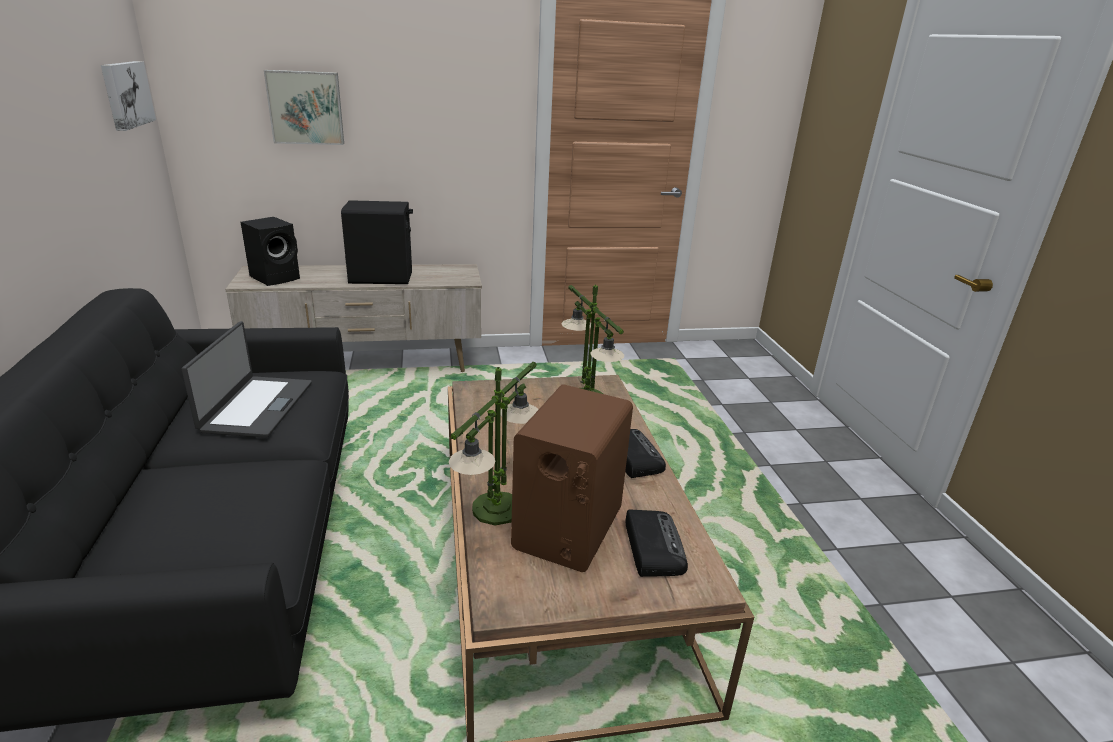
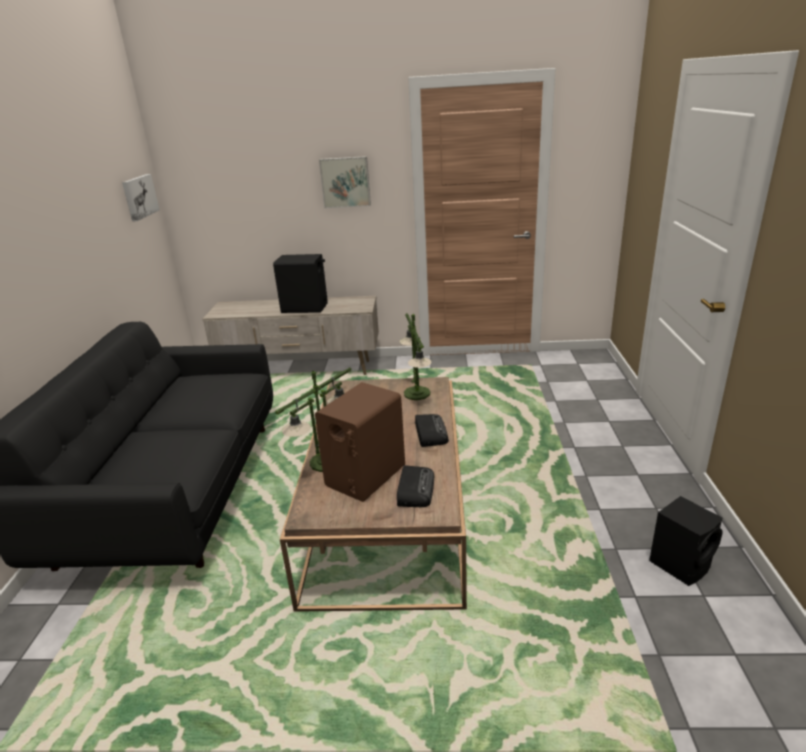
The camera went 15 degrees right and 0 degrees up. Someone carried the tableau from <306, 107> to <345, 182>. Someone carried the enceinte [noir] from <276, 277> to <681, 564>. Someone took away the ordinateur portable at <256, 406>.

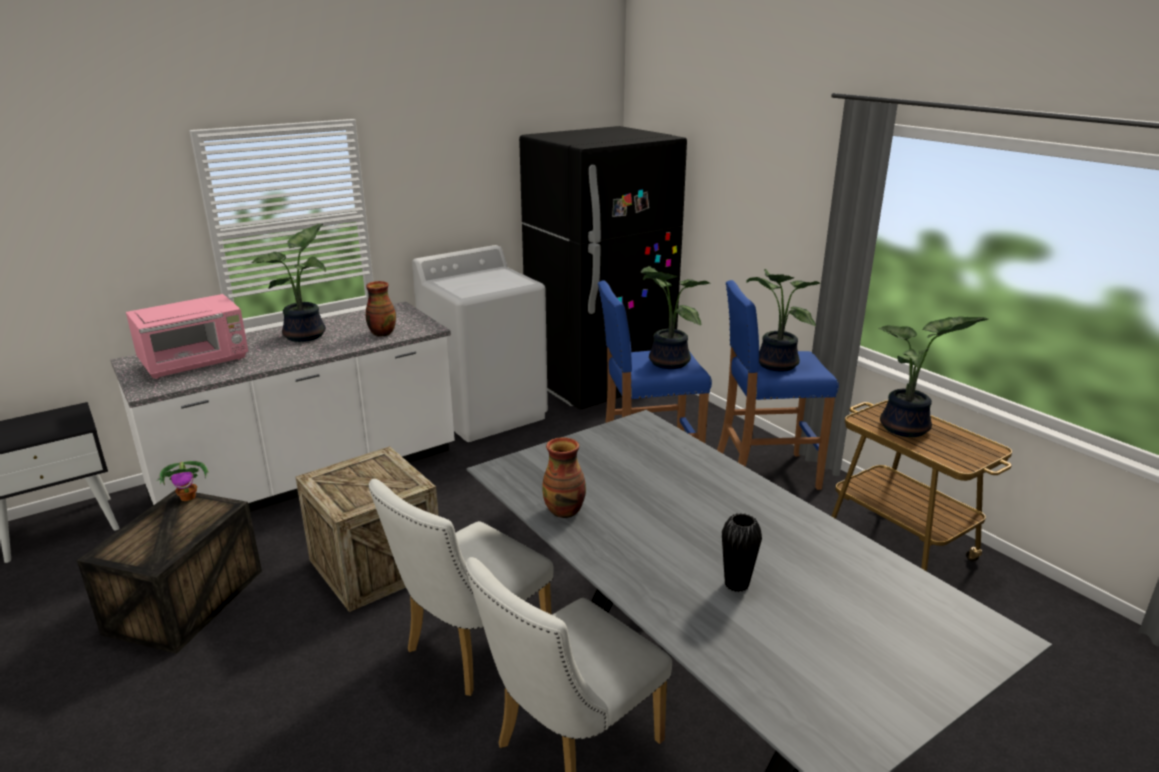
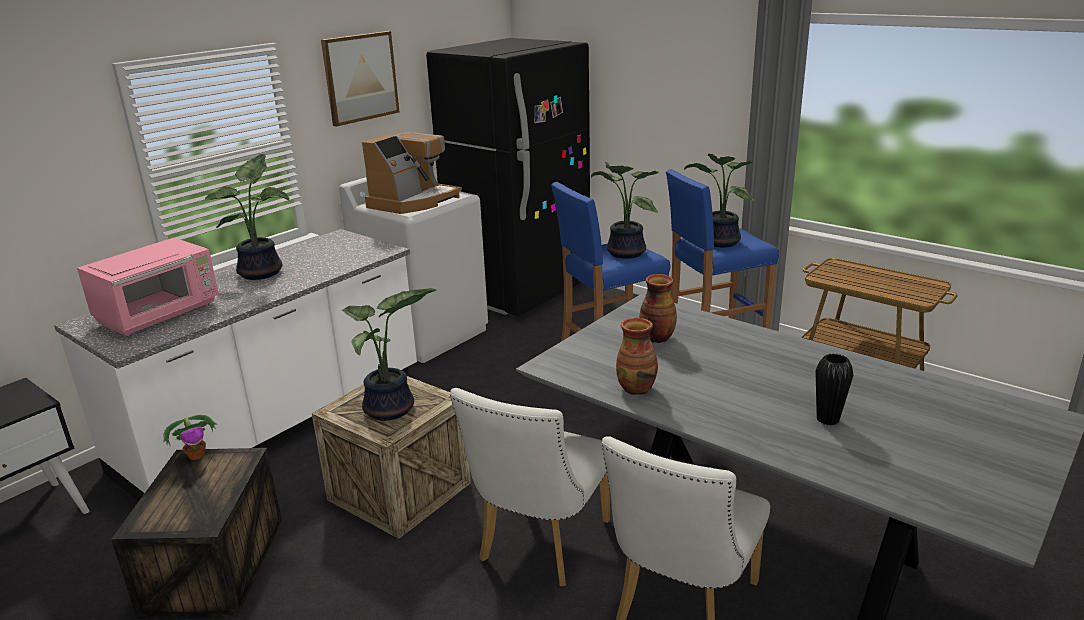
The camera went 15 degrees left and 0 degrees up. Someone put up the tableau at <360, 77>. Someone carried the plante en pot from <907, 429> to <391, 410>. Someone put down the machine à café at <413, 202>. Someone carried the vase from <382, 333> to <656, 338>.

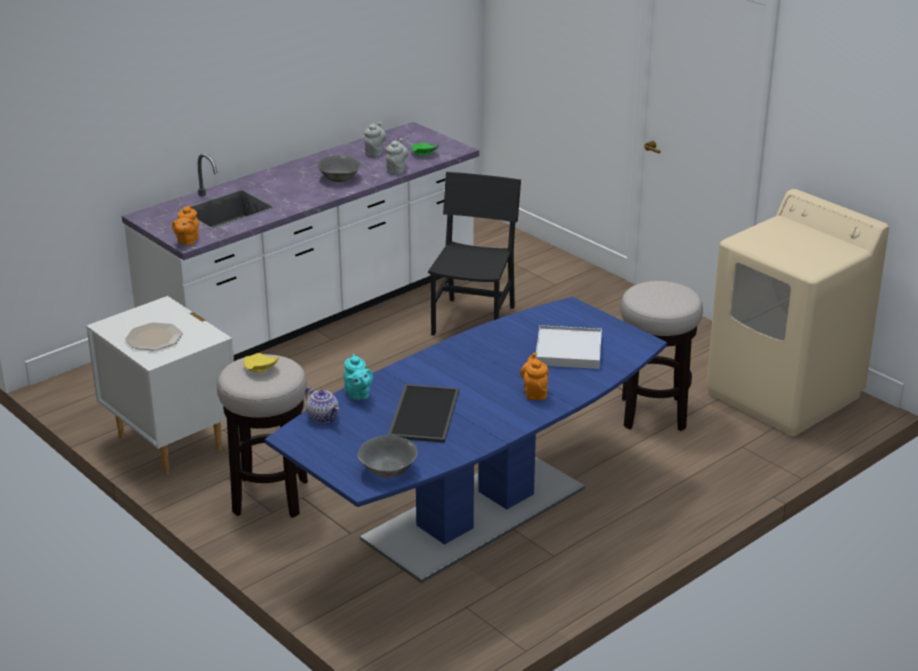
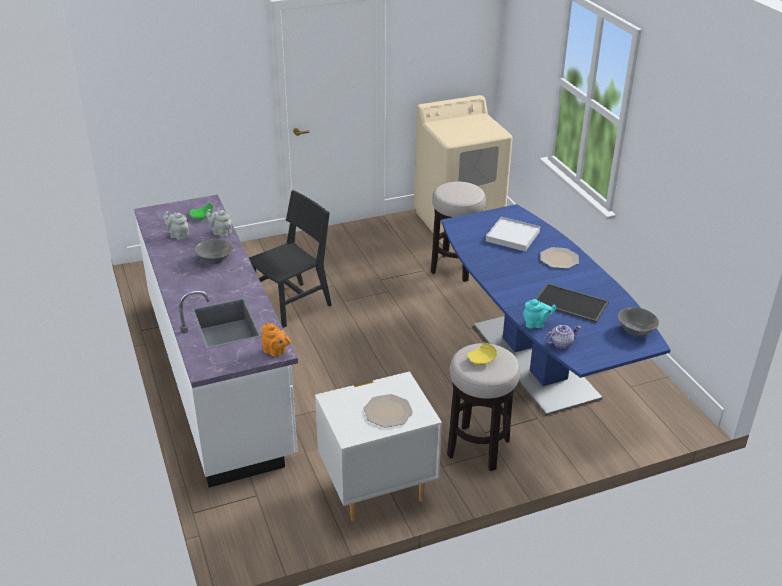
The camera went 70 degrees left and 5 degrees up. Someone rotated the chaise [noir] at <473, 320> by 105 degrees clockwise. Someone swapped the théière [orange] at <534, 393> for the assiette at <559, 259>.

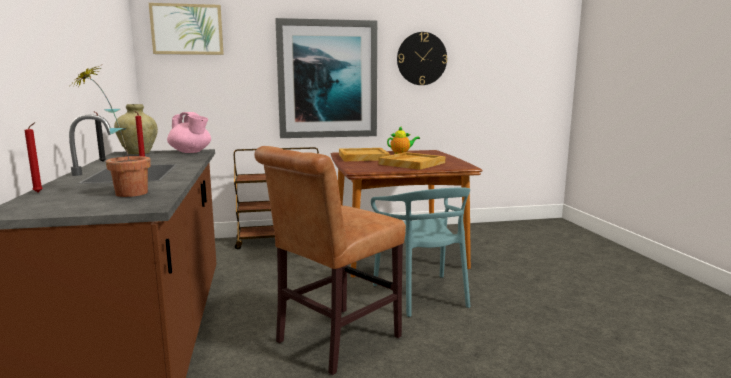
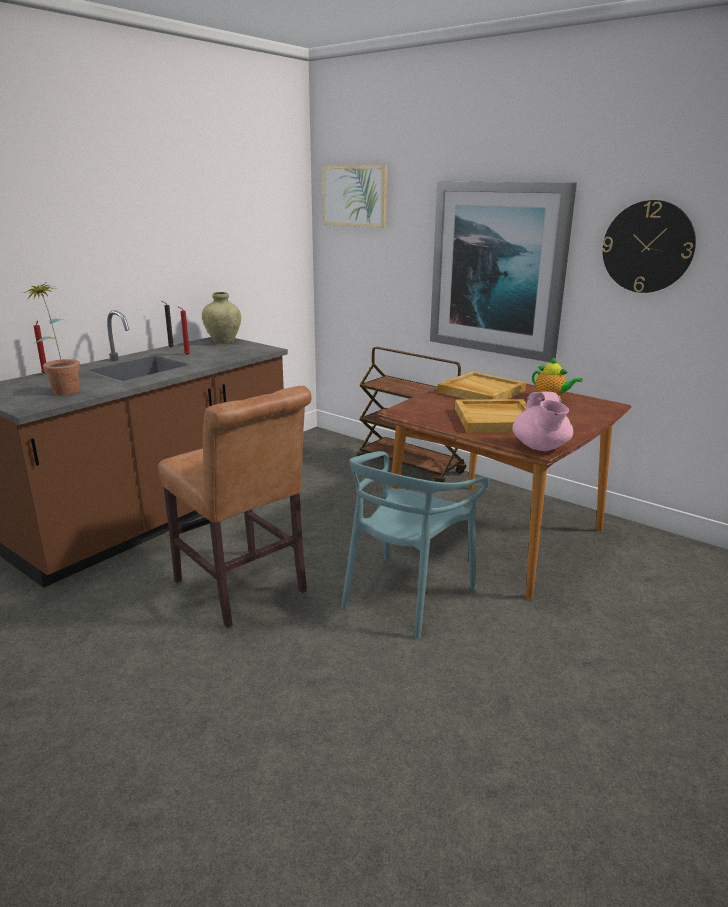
The camera went 50 degrees right and 10 degrees up. Someone rotated the chaise [marron] at <333, 341> by 135 degrees counterclockwise. Someone carried the théière [rose] from <191, 152> to <540, 447>.

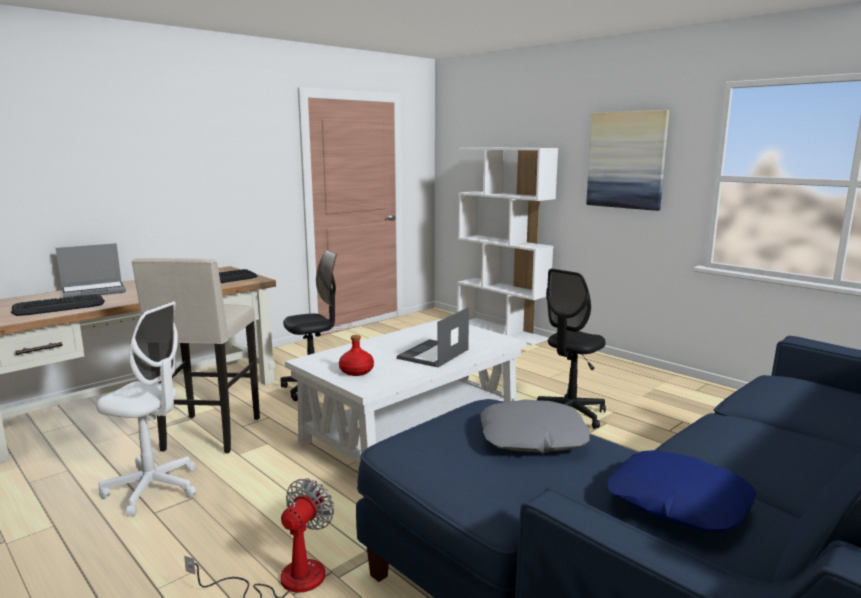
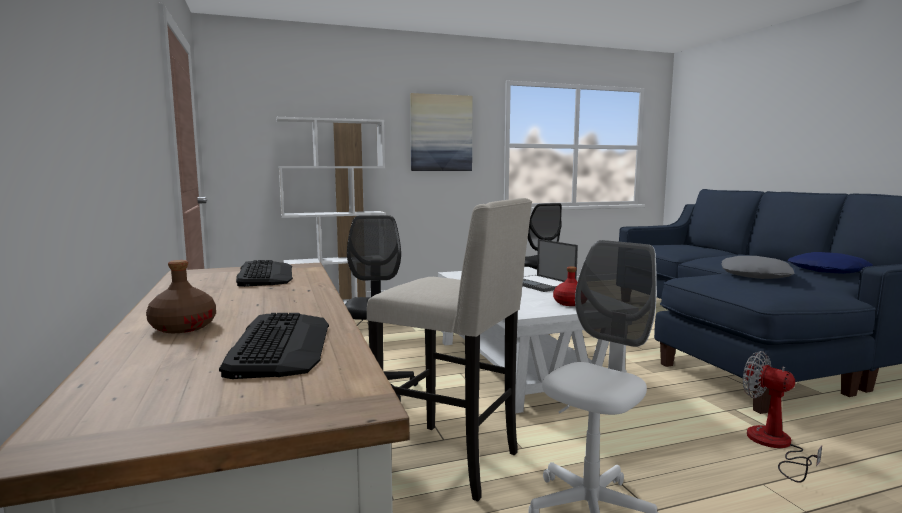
The camera went 65 degrees left and 5 degrees down. Someone swapped the ordinateur portable at <94, 291> for the bouteille [marron] at <183, 327>.

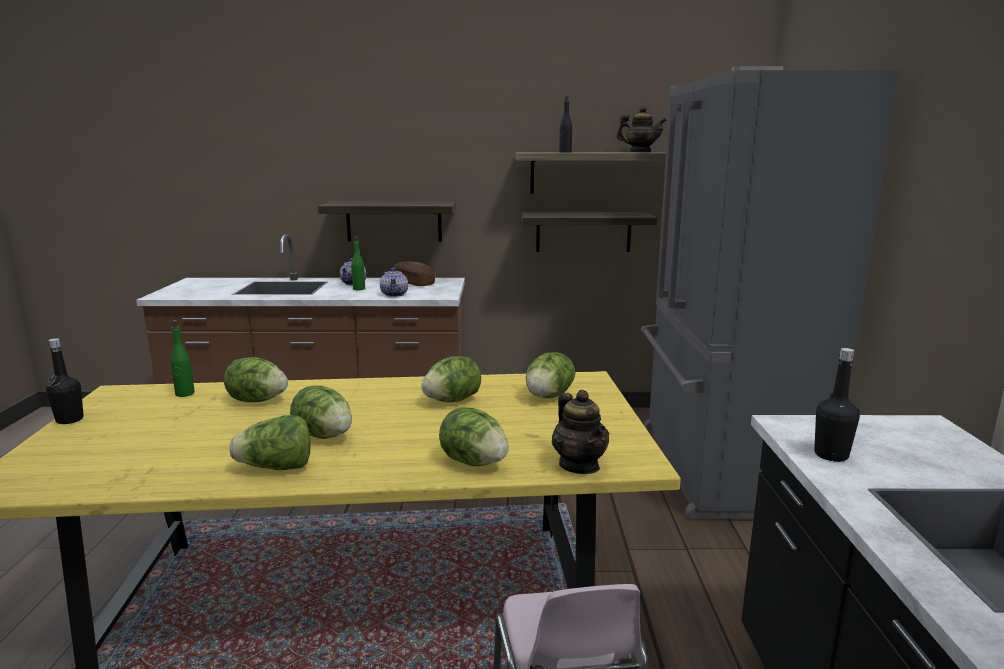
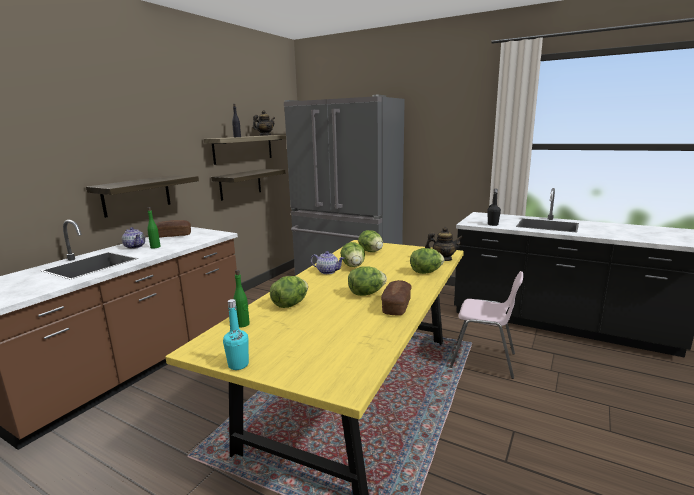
The camera went 60 degrees left and 0 degrees up. Someone repainted the bouteille [noir] at <69, 420>, which became the bouteille [turquoise] at <238, 365>. Someone carried the théière from <394, 294> to <327, 271>. Someone swapped the laitue at <276, 468> for the pain at <396, 306>.

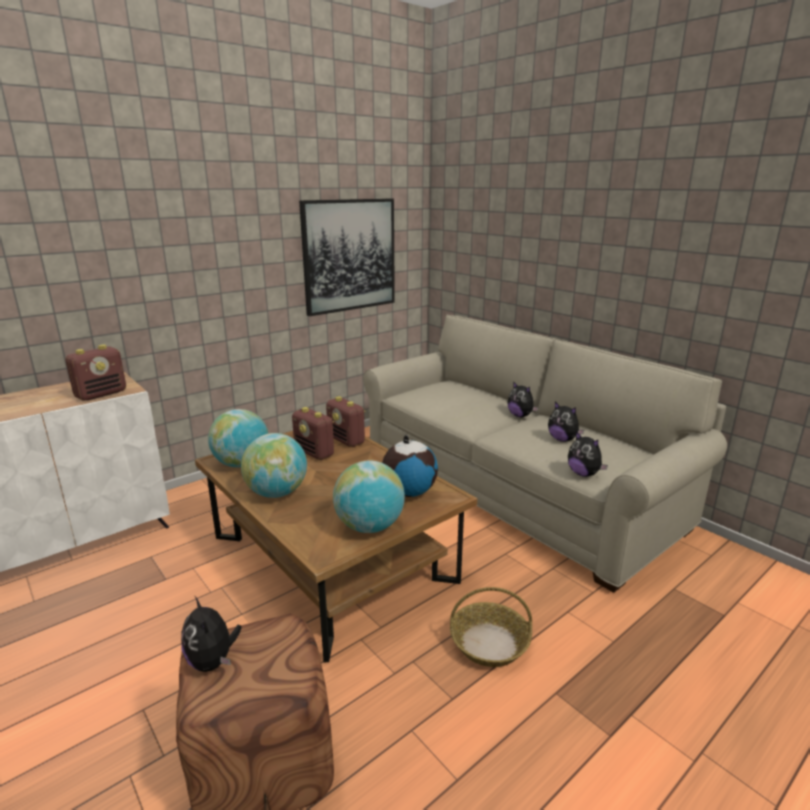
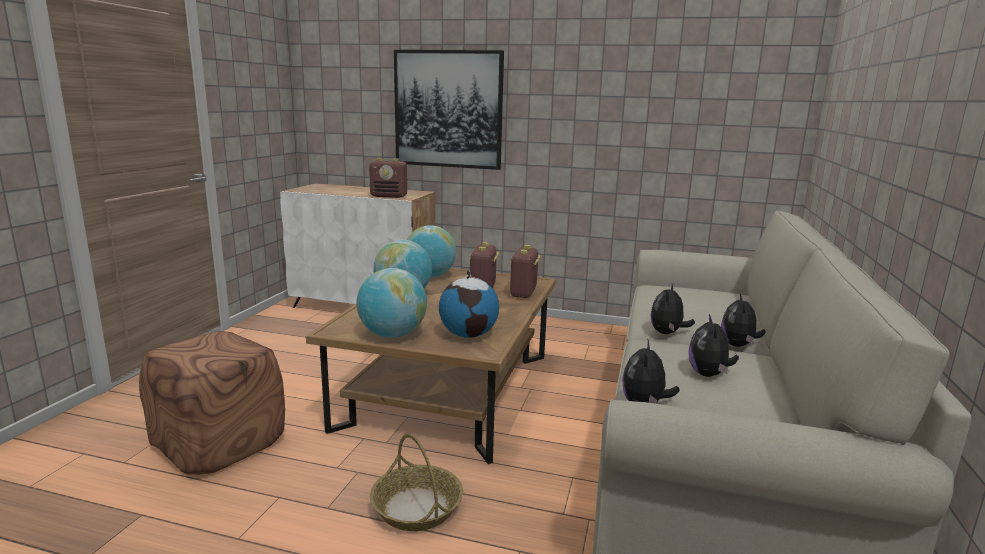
The camera went 55 degrees right and 5 degrees down. Someone carried the tableau from <349, 255> to <448, 109>. Someone carried the peluche from <213, 661> to <667, 333>.

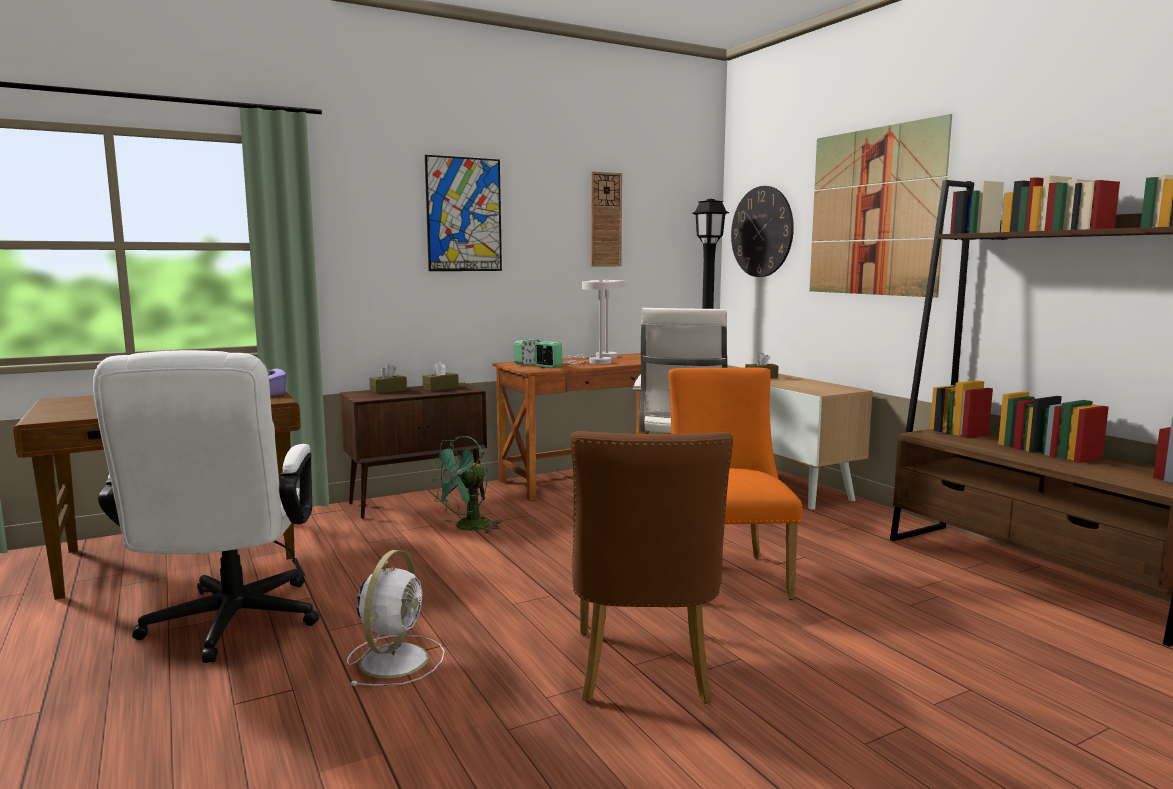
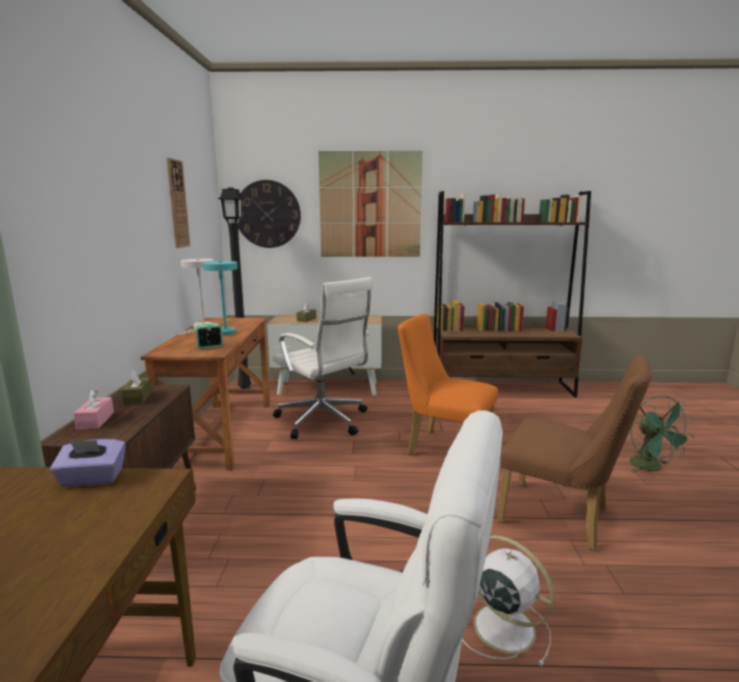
The camera went 60 degrees left and 5 degrees up. Someone repainted the boîte à mouchoirs [marron] at <388, 391>, which became the boîte à mouchoirs [rose] at <95, 420>. Someone repainted the lampe de table [blanc] at <596, 363>, which became the lampe de table [turquoise] at <223, 334>. Someone carried the ventilateur [vert] from <467, 528> to <651, 468>. Someone took away the tableau at <464, 214>. Someone took away the réveil at <527, 363>.

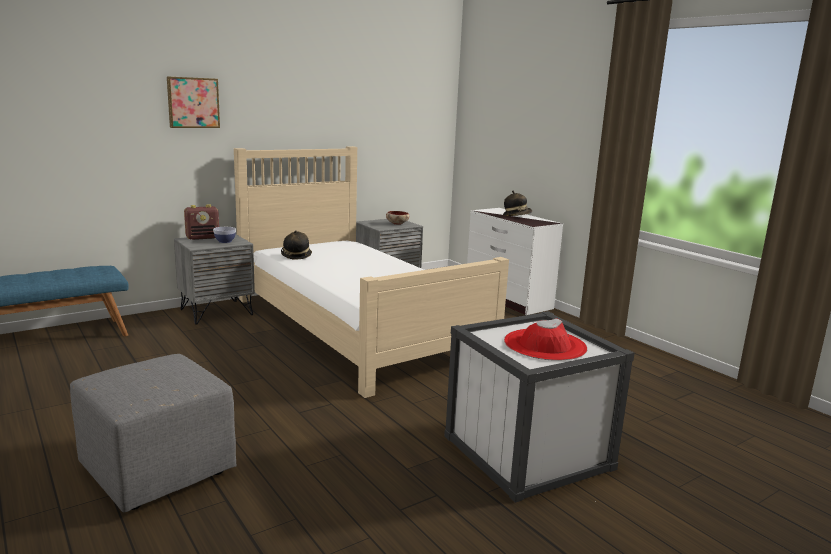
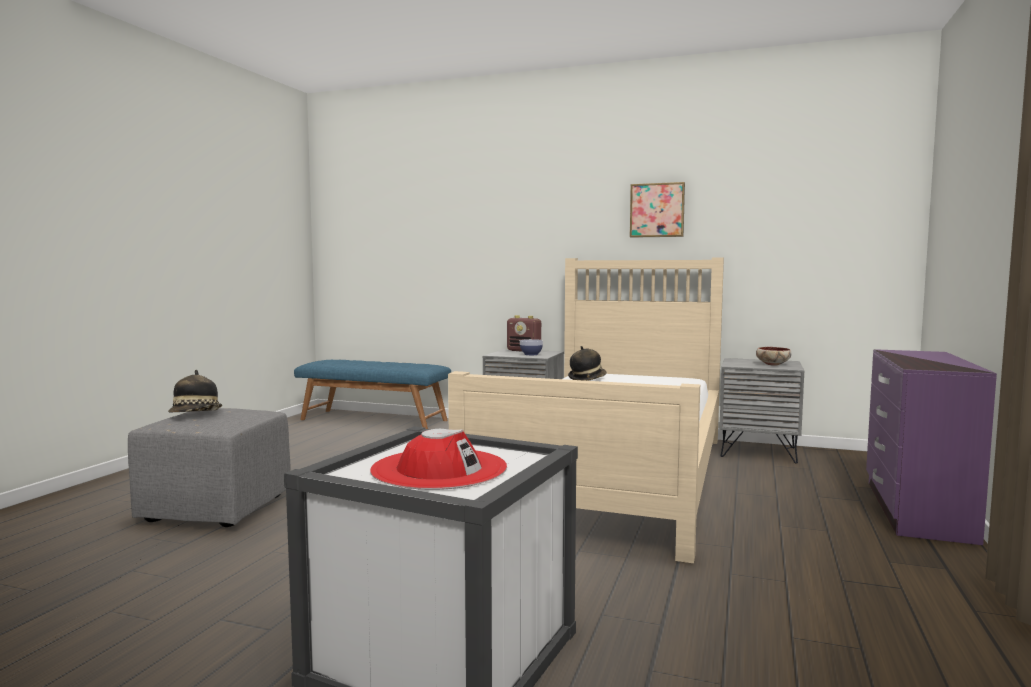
The camera went 55 degrees right and 10 degrees down. Someone carried the chapeau from <517, 216> to <196, 415>. Someone carried the tableau from <193, 102> to <657, 210>. Someone repainted the commode [blanc] at <507, 299>, which became the commode [violet] at <915, 510>.

